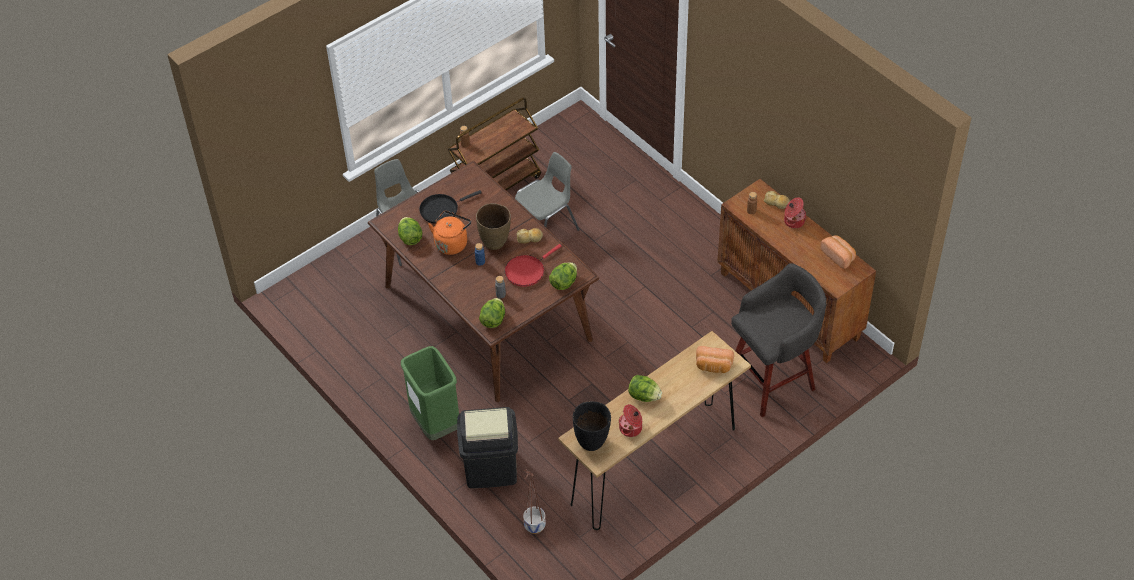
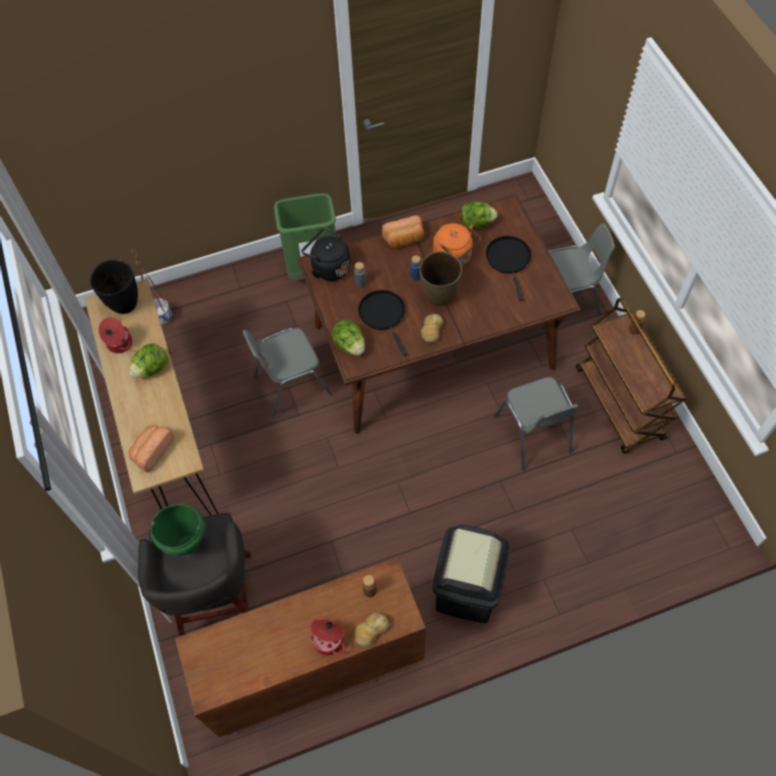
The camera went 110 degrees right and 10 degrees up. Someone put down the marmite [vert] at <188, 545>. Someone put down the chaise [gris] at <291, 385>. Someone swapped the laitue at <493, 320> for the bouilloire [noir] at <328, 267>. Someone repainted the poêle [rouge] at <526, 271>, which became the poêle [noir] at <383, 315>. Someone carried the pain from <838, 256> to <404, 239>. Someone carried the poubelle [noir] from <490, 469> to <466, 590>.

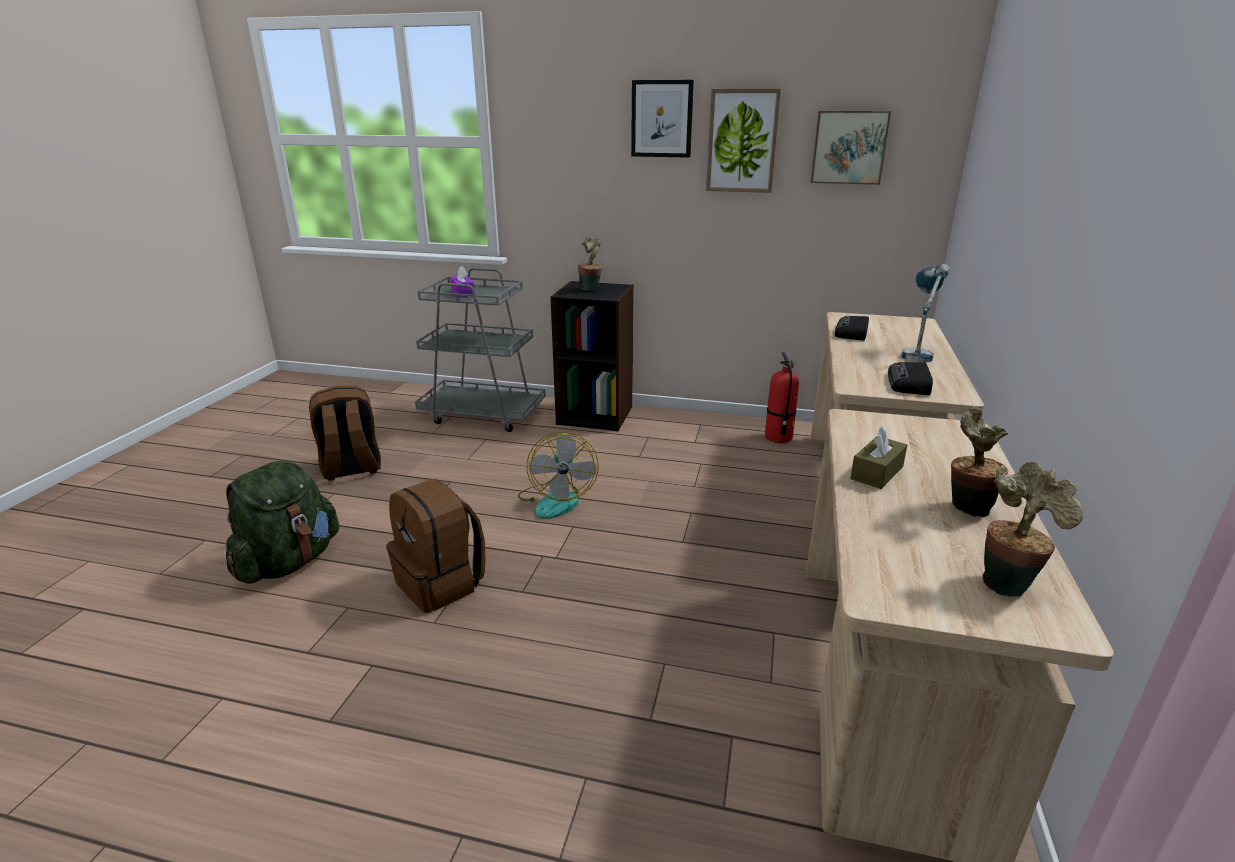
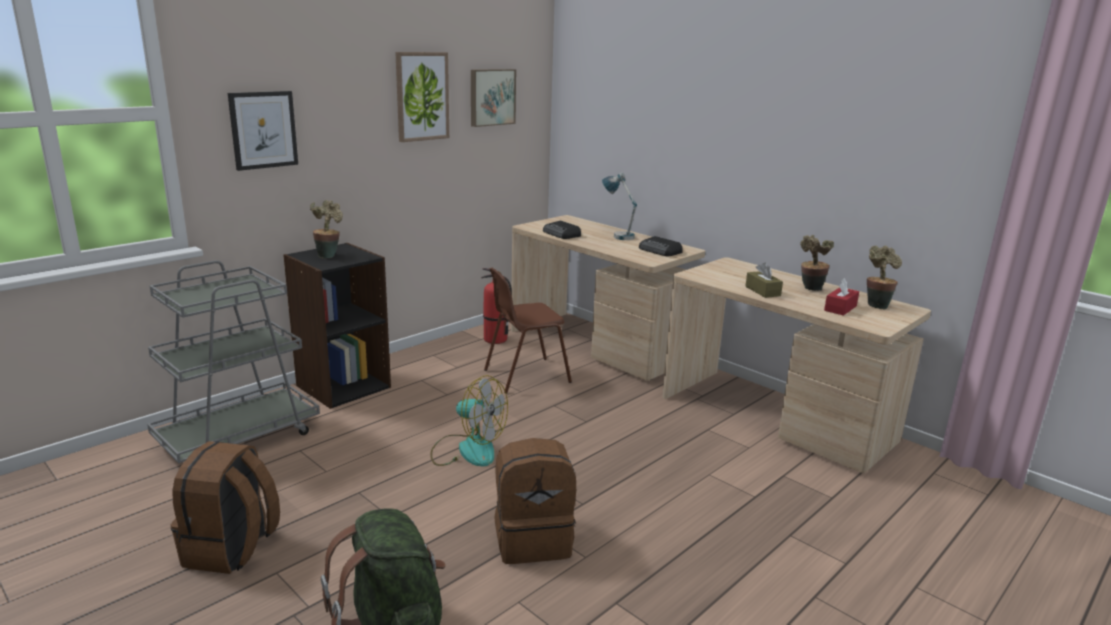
The camera went 60 degrees left and 5 degrees down. Someone carried the tableau from <661, 119> to <263, 130>. Someone put down the chaise [marron] at <525, 376>. Someone put down the boîte à mouchoirs [rouge] at <840, 308>. Someone took away the boîte à mouchoirs [violet] at <463, 293>.

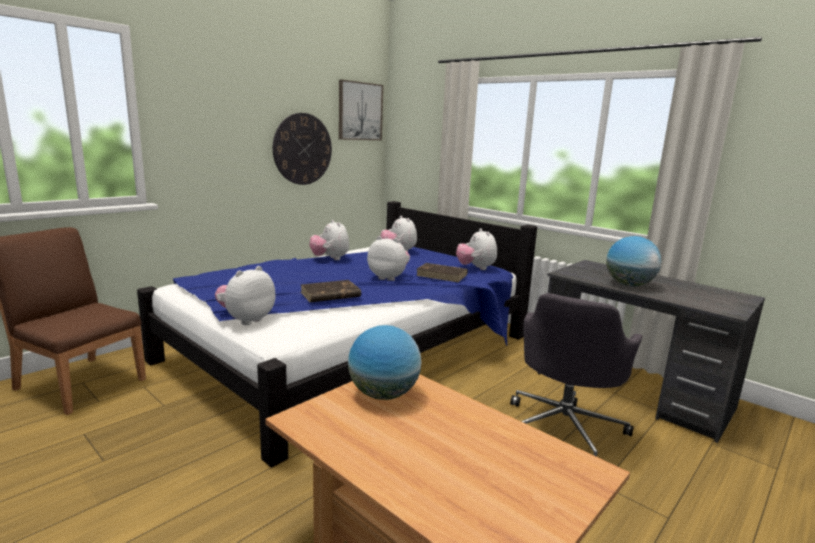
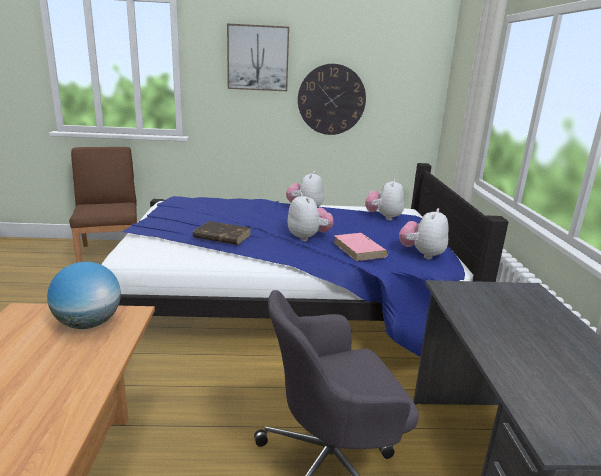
The camera went 45 degrees right and 5 degrees up. Someone carried the tableau from <360, 111> to <258, 58>. Someone repainted the livre [marron] at <442, 275>, which became the livre [rose] at <359, 249>. Someone took away the peluche at <246, 320>. Someone took away the globe at <629, 285>.

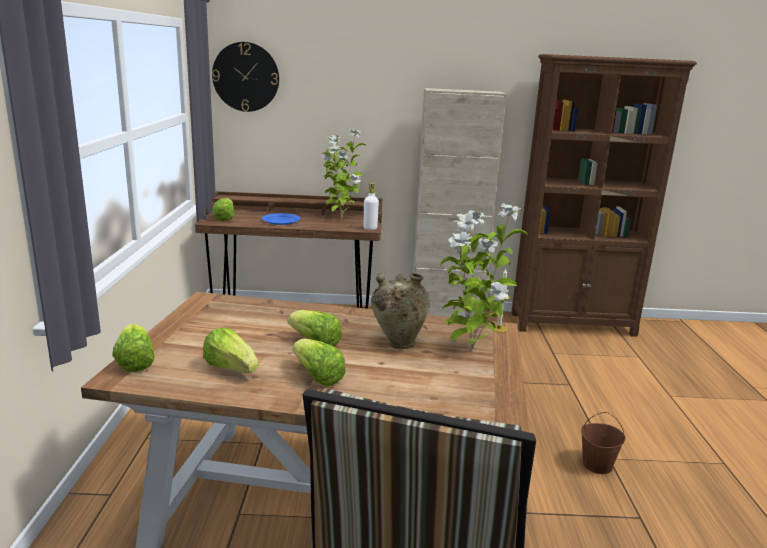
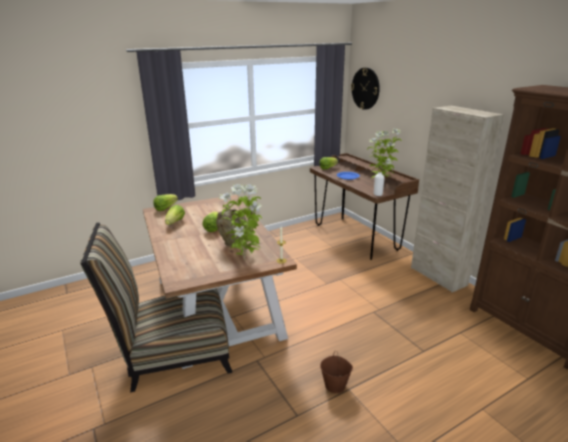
The camera went 60 degrees right and 5 degrees up. Someone took away the laitue at <317, 377>.

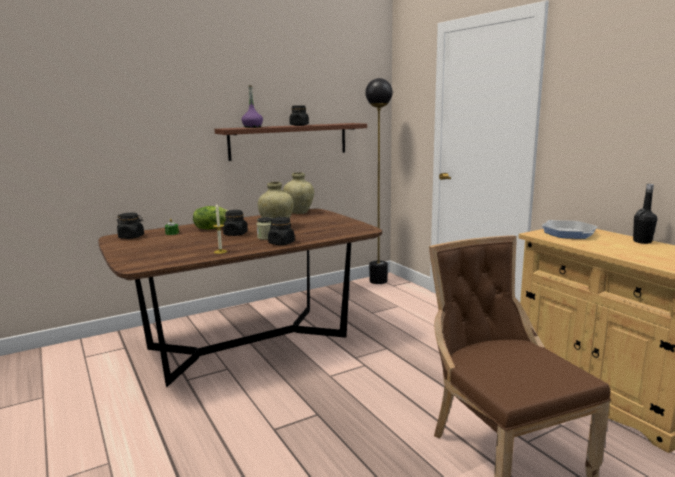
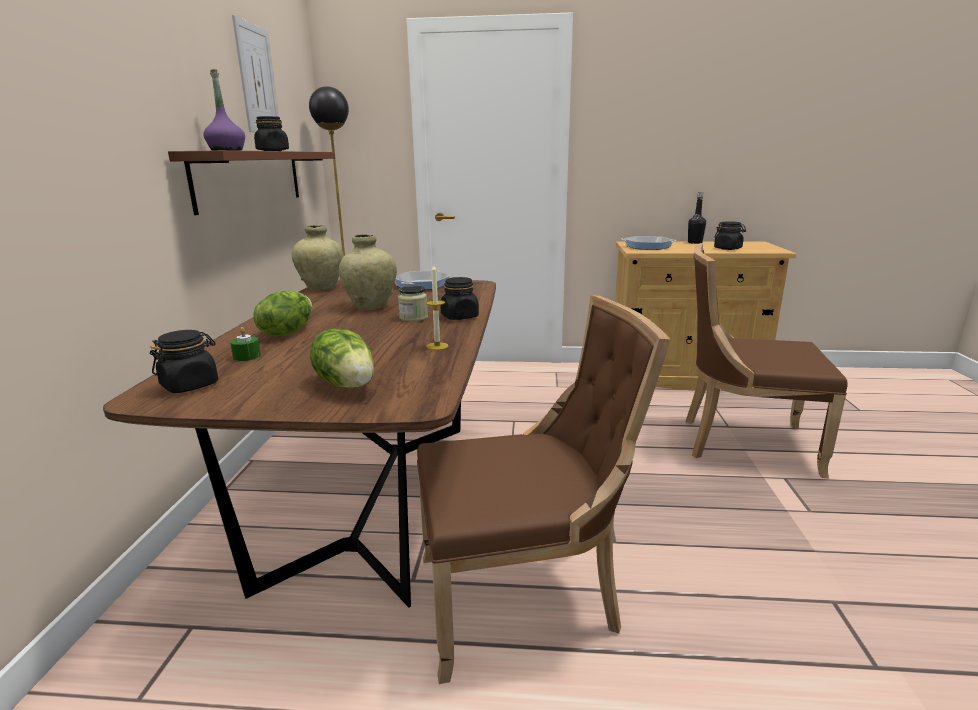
The camera went 55 degrees left and 5 degrees up. Someone put up the tableau at <257, 79>. Someone put down the laitue at <347, 384>. Someone put down the poêle at <421, 285>. Someone put down the chaise [marron] at <524, 597>. Someone carried the bocal [noir] from <235, 234> to <728, 248>.

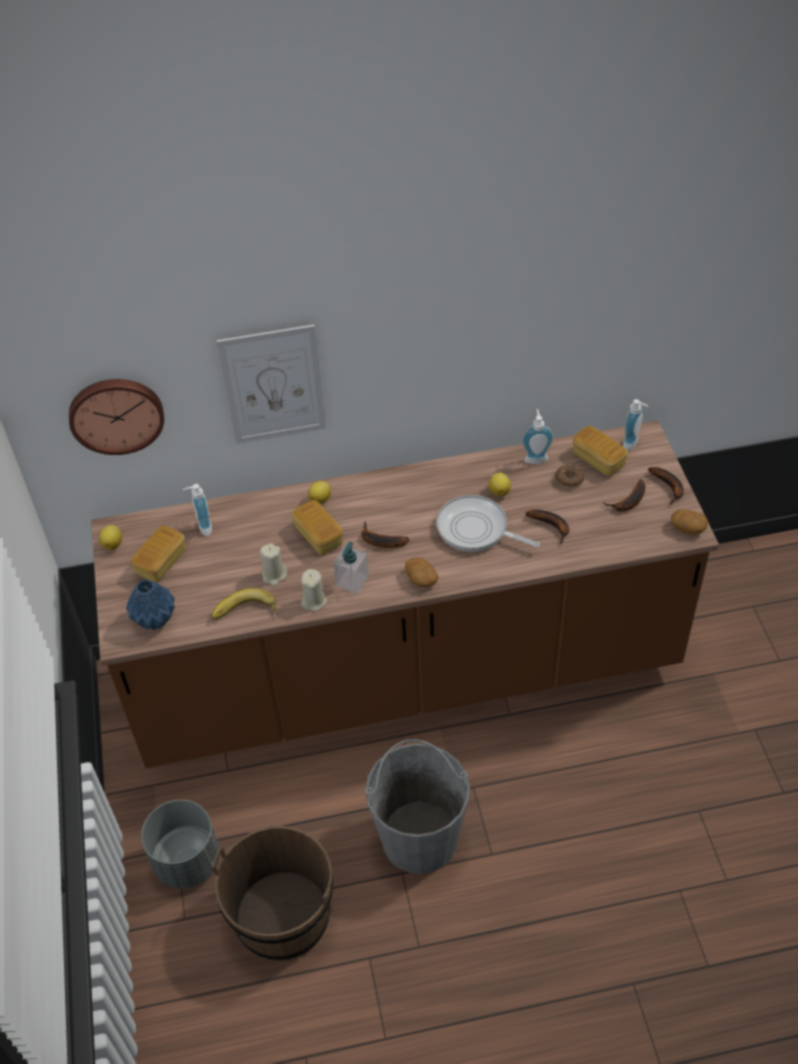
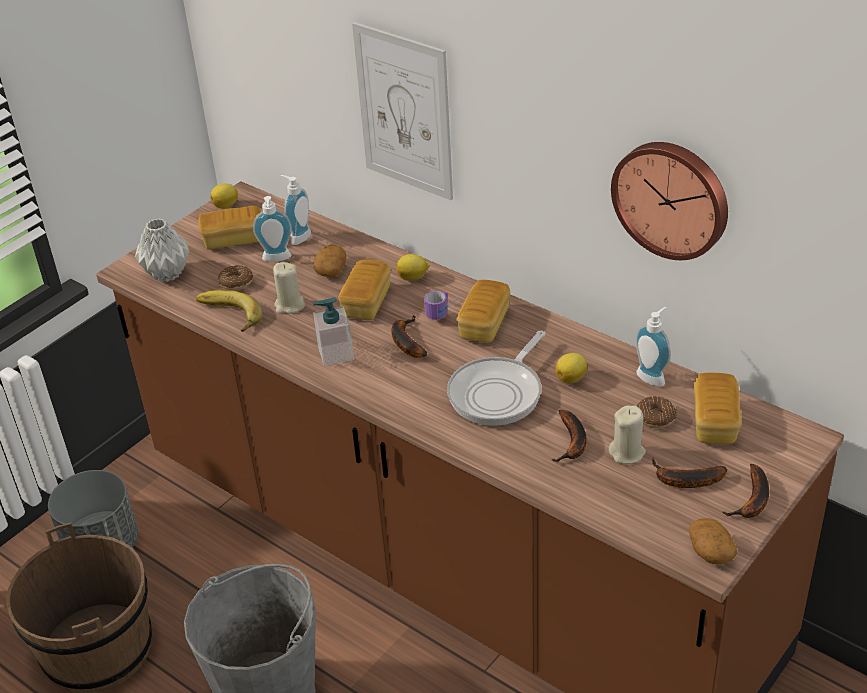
The camera went 50 degrees right and 10 degrees down. Someone repainted the vase [bleu] at <154, 619>, which became the vase [gris] at <167, 273>. Someone put down the beignet at <236, 282>. Someone carried the distributeur de savon from <632, 444> to <277, 259>. Someone carried the pomme de terre from <421, 579> to <331, 270>. Someone put down the mug at <444, 312>. Someone rotated the poêle at <476, 530> by 135 degrees counterclockwise. Someone put down the pain at <484, 324>. Someone carried the bougie [beige] from <314, 601> to <627, 453>. Someone carried the horloge murale from <116, 413> to <672, 198>.

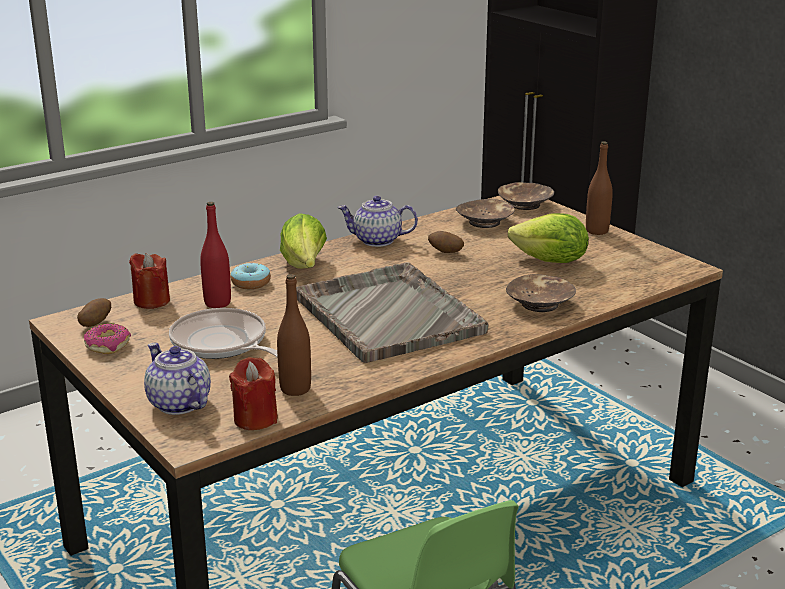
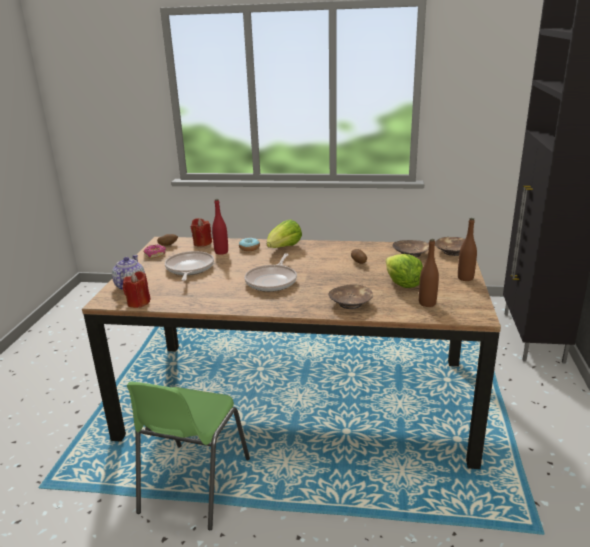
The camera went 45 degrees right and 0 degrees up. Someone swapped the plateau [gris] at <387, 314> for the poêle at <272, 281>. Someone carried the bouteille [marron] from <295, 389> to <427, 303>. Someone took away the théière at <377, 241>.

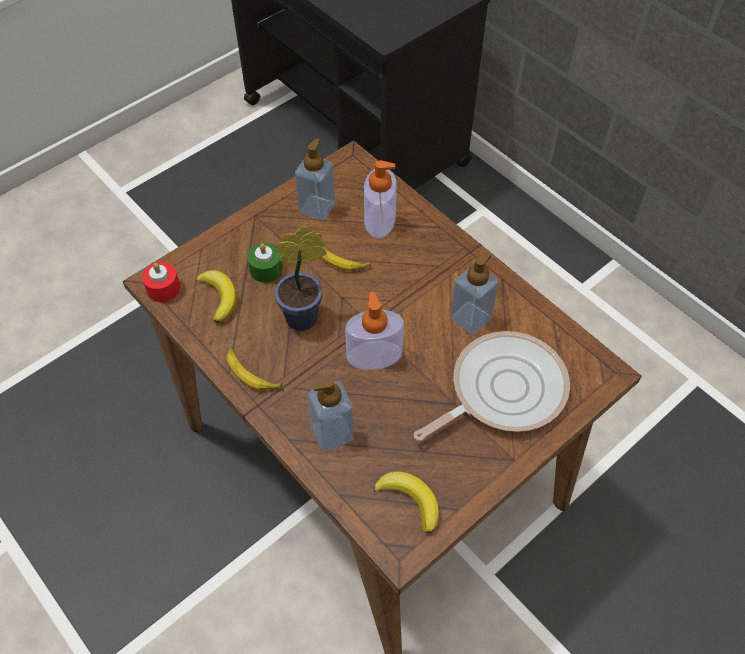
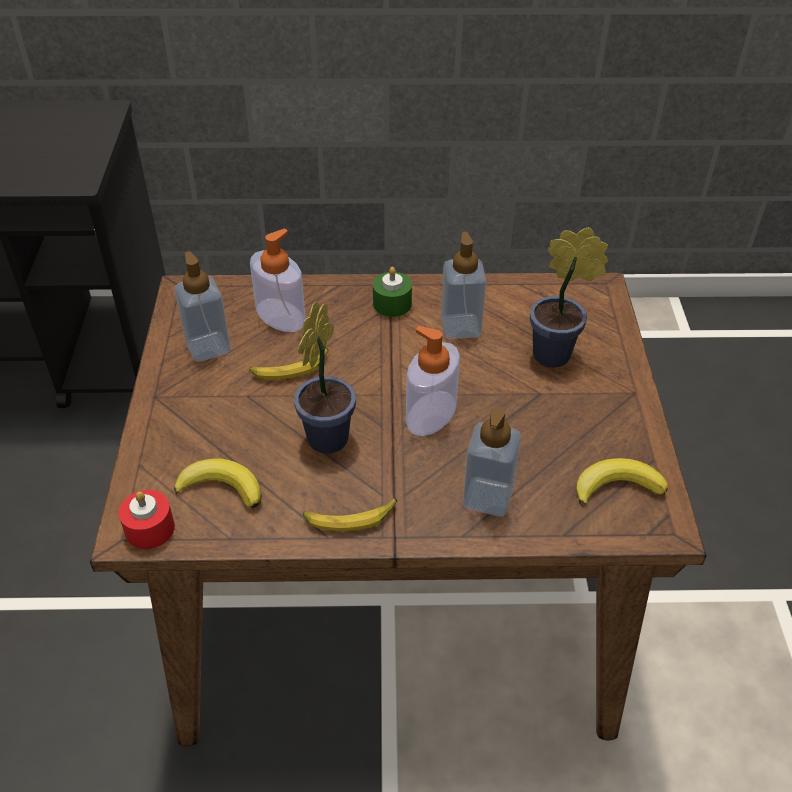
The camera went 50 degrees left and 10 degrees down. Someone carried the bougie [vert] from <266, 269> to <392, 304>. Someone swapped the poêle at <501, 390> for the plante en pot at <557, 355>.

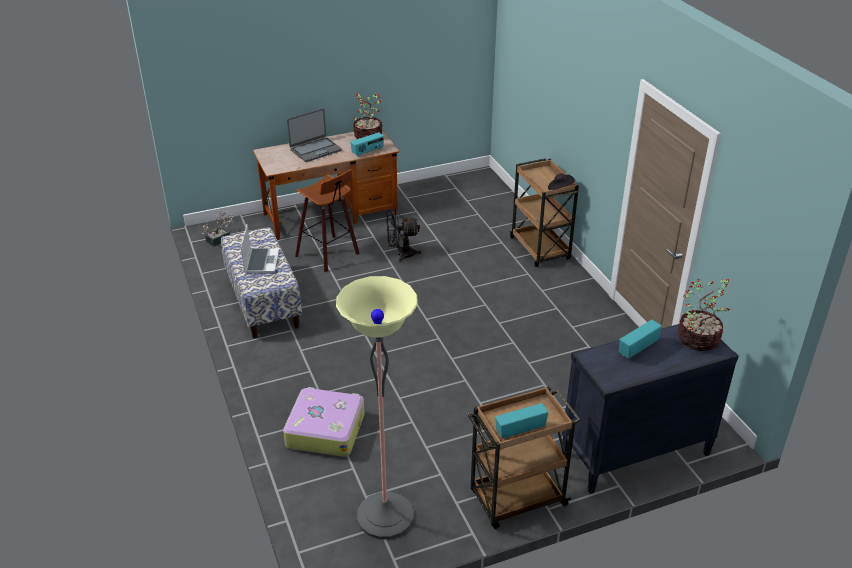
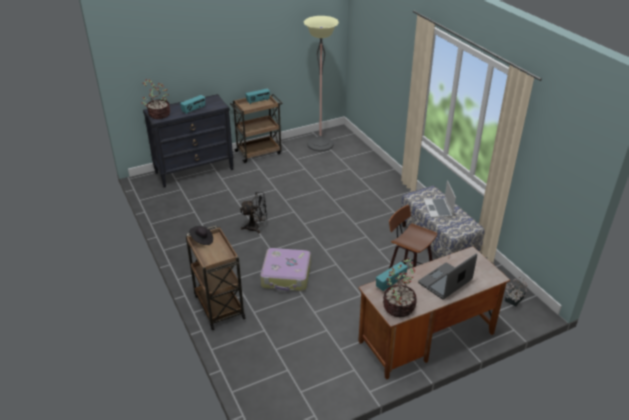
The camera went 175 degrees right and 0 degrees up. Someone carried the ventilateur [noir] from <401, 254> to <256, 227>. Someone carried the valise from <325, 429> to <286, 276>.

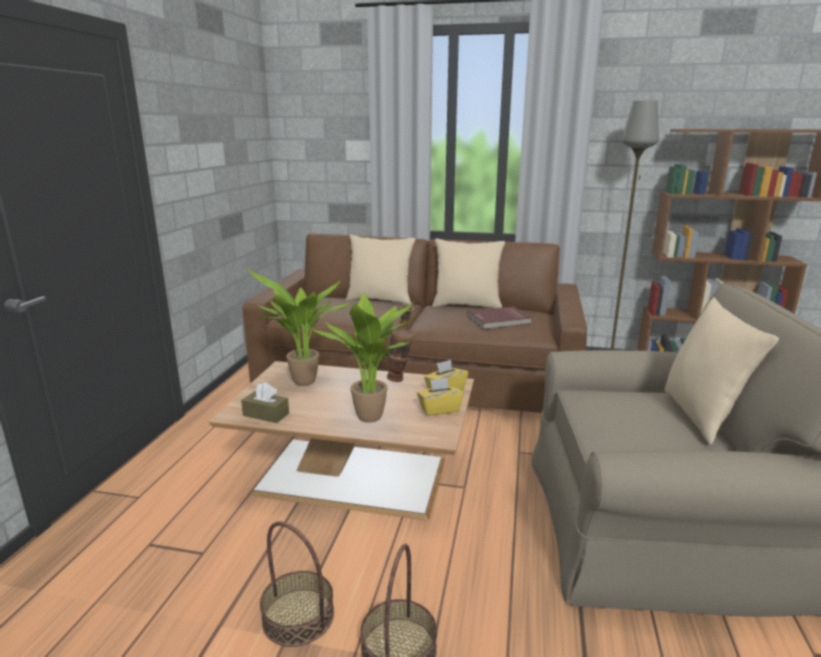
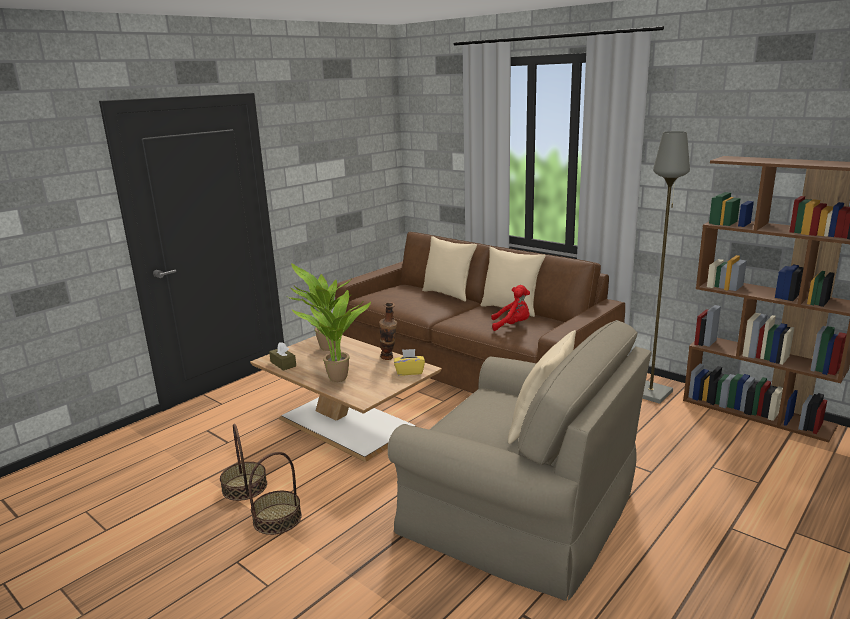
The camera went 30 degrees right and 0 degrees up. Someone swapped the livre [rouge] at <499, 320> for the peluche [rouge] at <512, 325>. Someone took away the boîte à mouchoirs [jaune] at <439, 409>.

